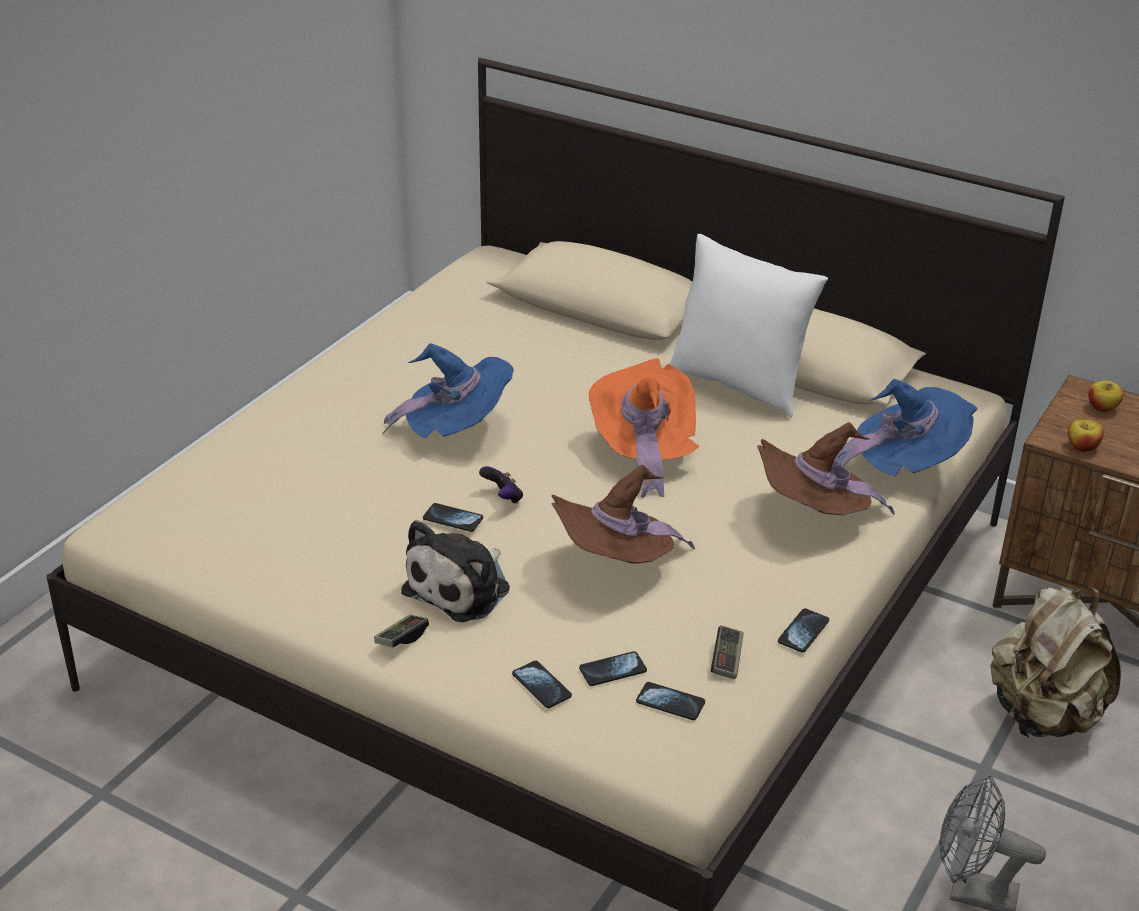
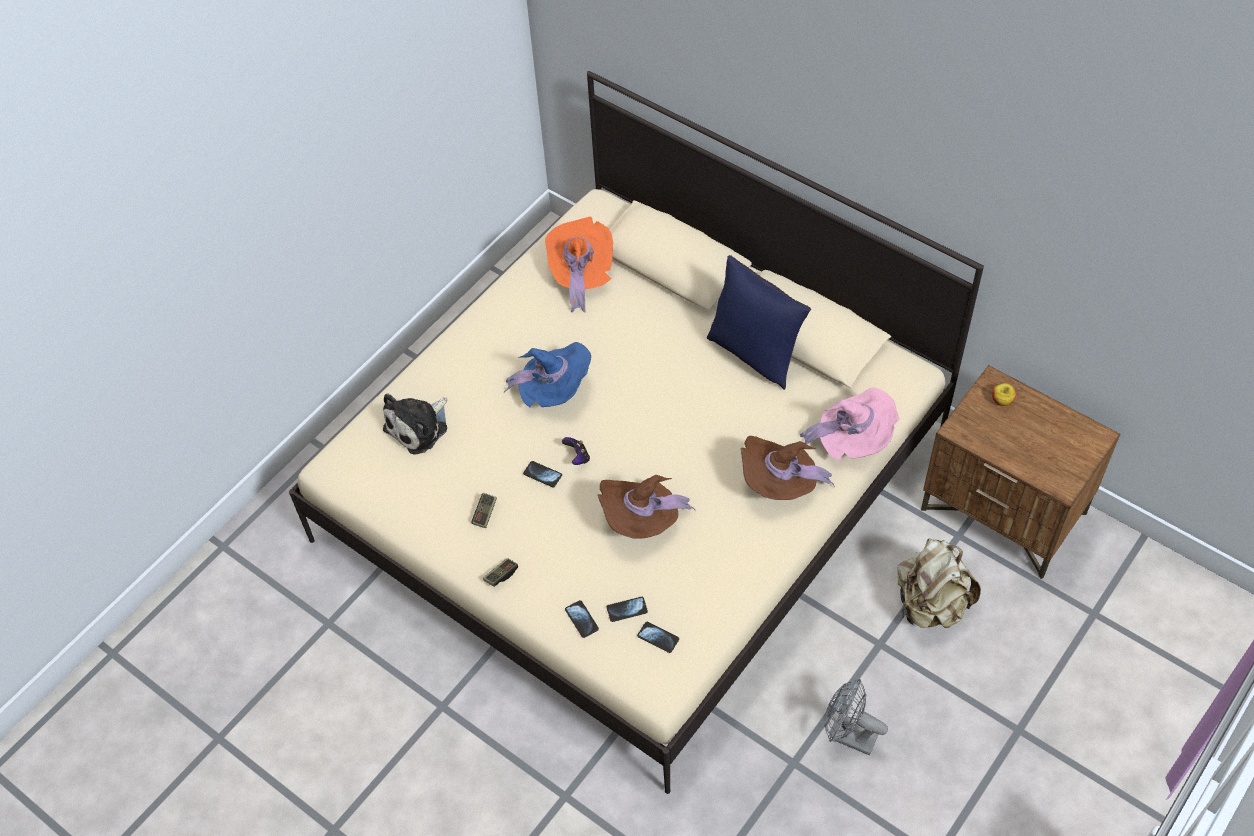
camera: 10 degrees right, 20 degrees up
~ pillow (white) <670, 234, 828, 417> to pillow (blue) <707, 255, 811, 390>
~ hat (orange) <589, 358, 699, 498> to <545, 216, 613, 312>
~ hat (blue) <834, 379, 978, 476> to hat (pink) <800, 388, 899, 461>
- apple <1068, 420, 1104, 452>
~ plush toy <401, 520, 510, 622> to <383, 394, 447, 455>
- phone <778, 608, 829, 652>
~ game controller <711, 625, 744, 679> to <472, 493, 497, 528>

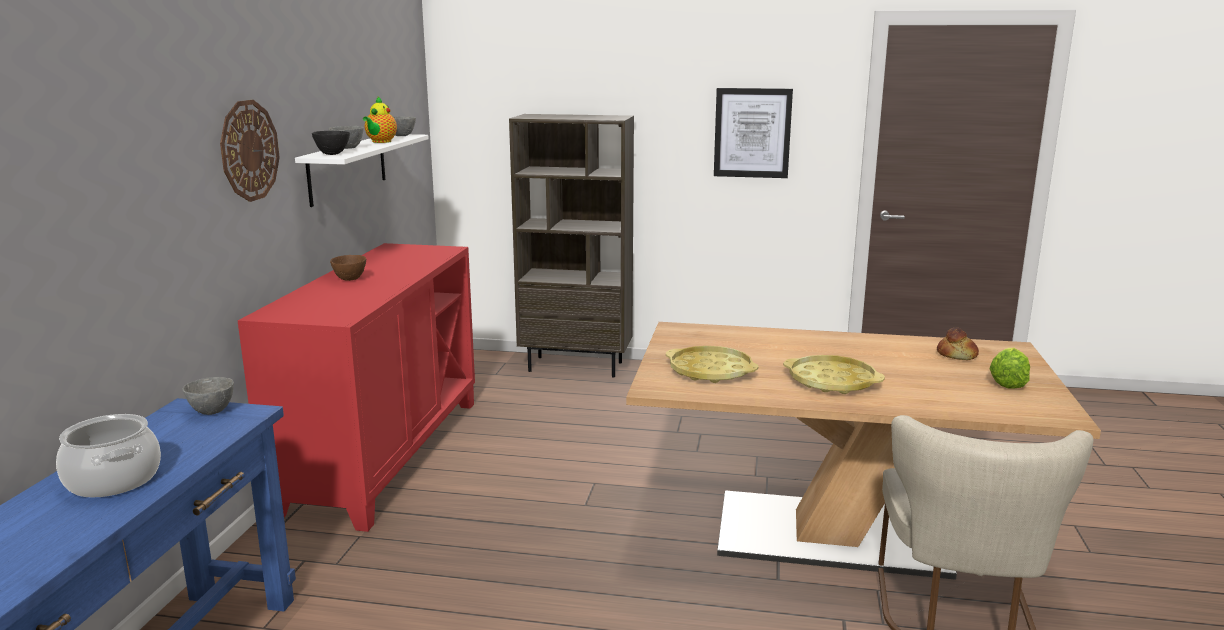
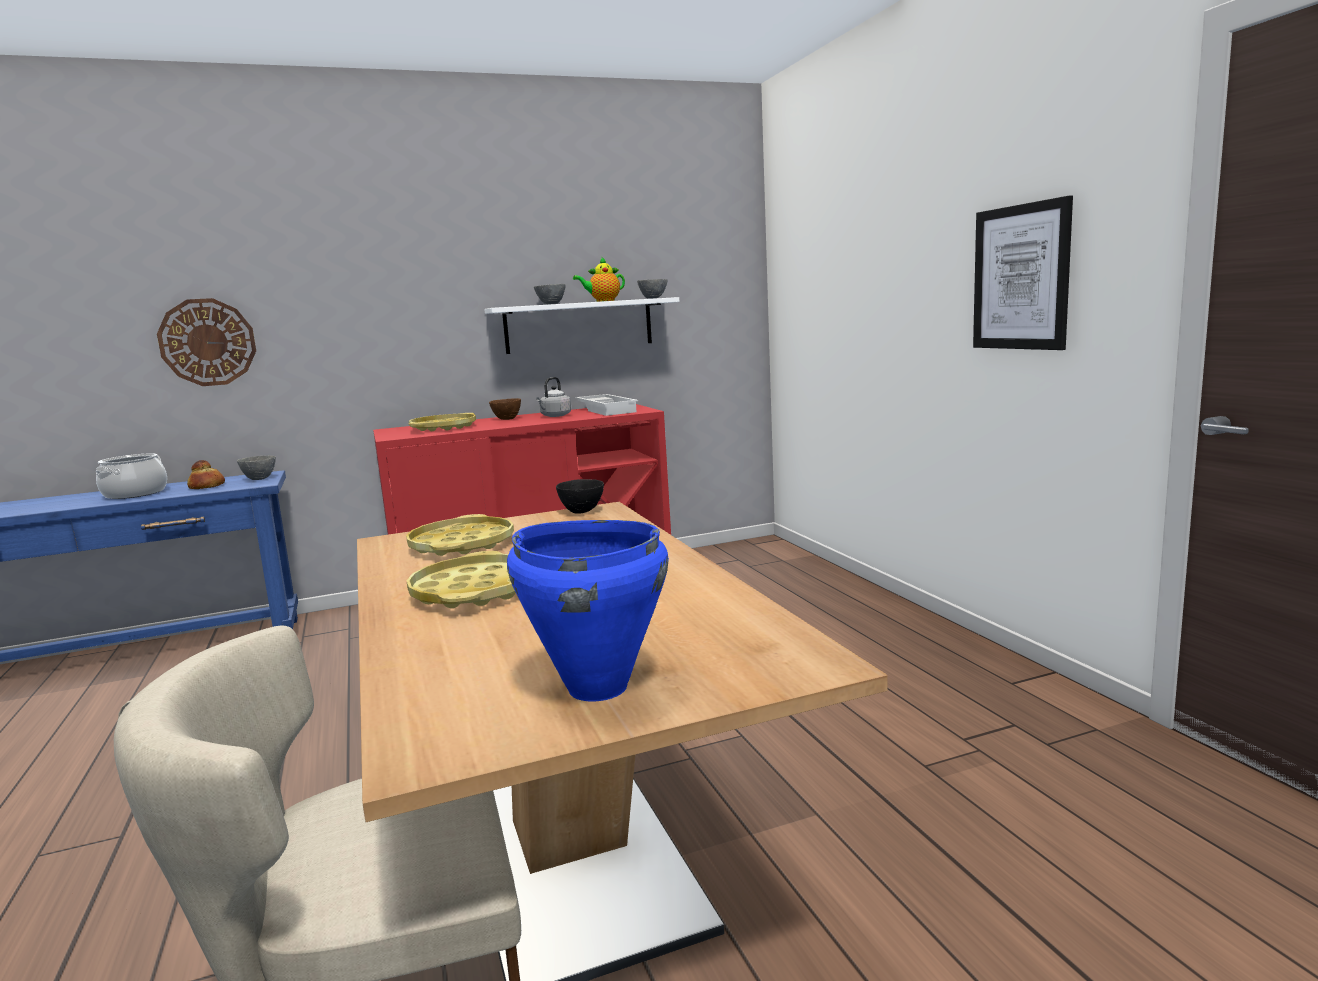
camera: 60 degrees right, 5 degrees down
~ wall clock <220, 100, 280, 202> to <157, 298, 256, 386>
- bookcase (brown) <509, 114, 634, 378>
~ bowl (black) <312, 131, 350, 155> to <556, 479, 604, 514>
~ bread <937, 328, 979, 360> to <187, 460, 225, 489>
~ lettuce <990, 348, 1030, 388> to cooking pot (blue) <507, 520, 669, 701>
+ kettle (grey) <536, 377, 571, 417>
+ tray (white) <575, 394, 638, 416>
+ tray (yellow) <409, 413, 476, 431>

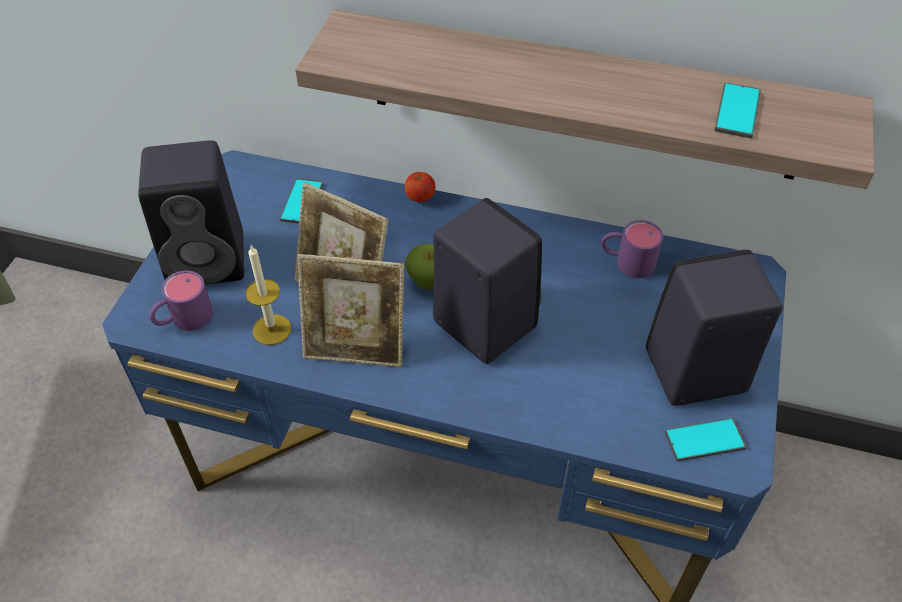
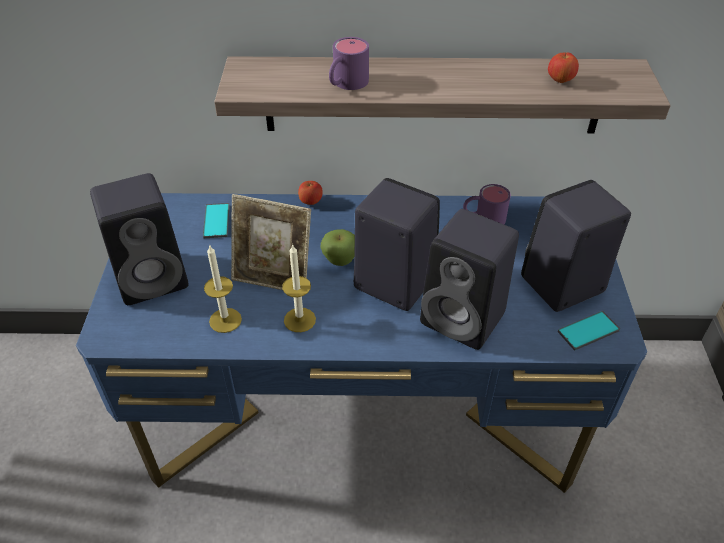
camera: 15 degrees left, 5 degrees down
~ phone <714, 83, 761, 138> to apple <548, 52, 579, 83>
~ picture frame <297, 254, 404, 367> to candle <282, 244, 316, 332>
~ mug (purple) <149, 270, 213, 331> to <329, 37, 369, 90>
+ speaker (black) <420, 209, 519, 350>

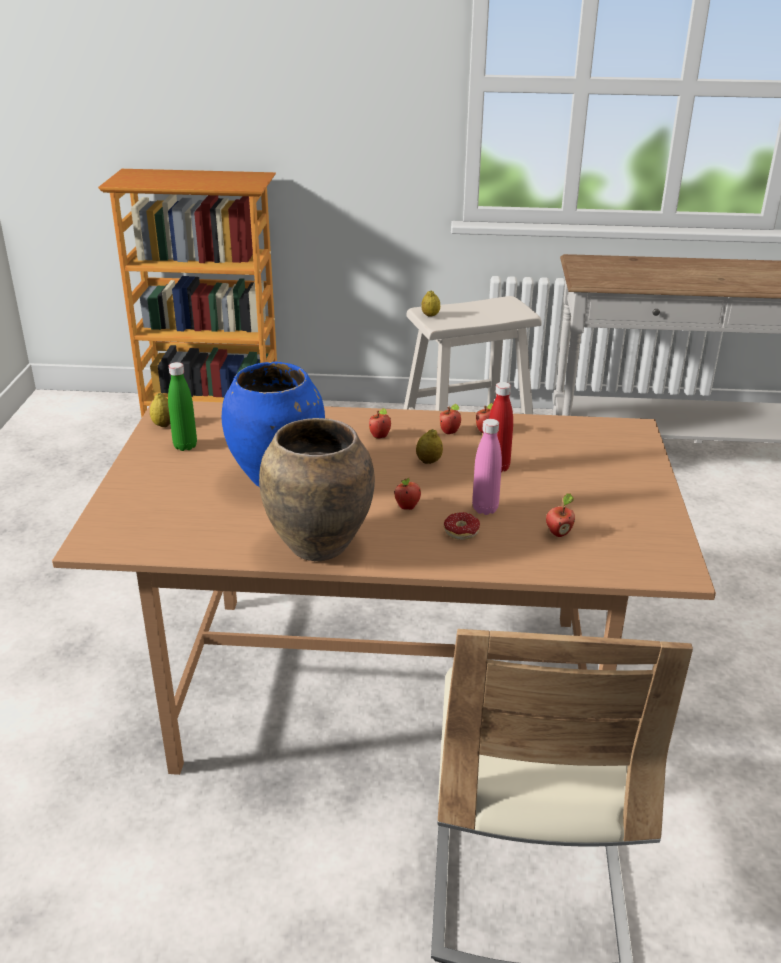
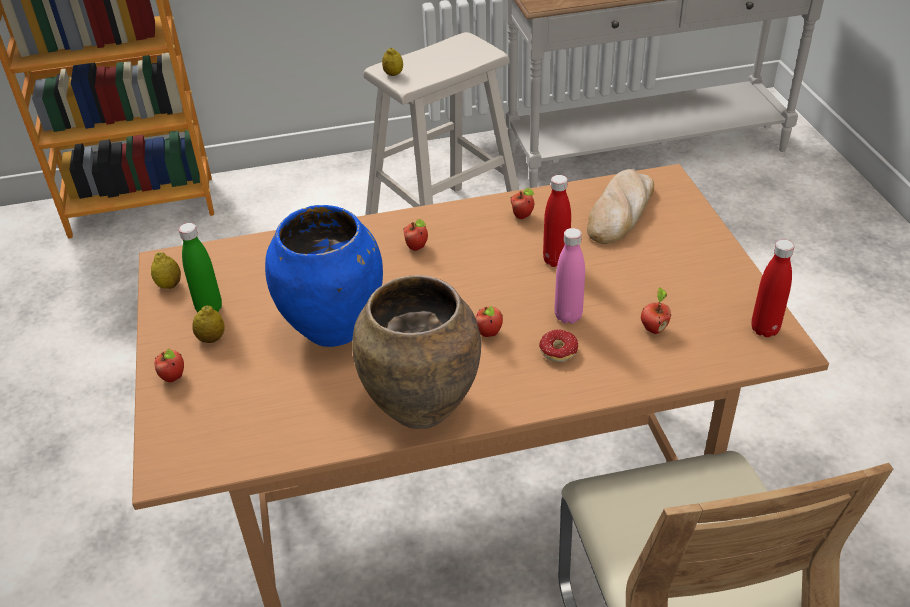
camera: 15 degrees left, 10 degrees up
~ apple <440, 404, 461, 434> to <155, 349, 184, 382>
~ lemon <416, 429, 443, 464> to <192, 306, 225, 343>
+ bread <587, 169, 654, 244>
+ bottle (red) <751, 240, 794, 337>

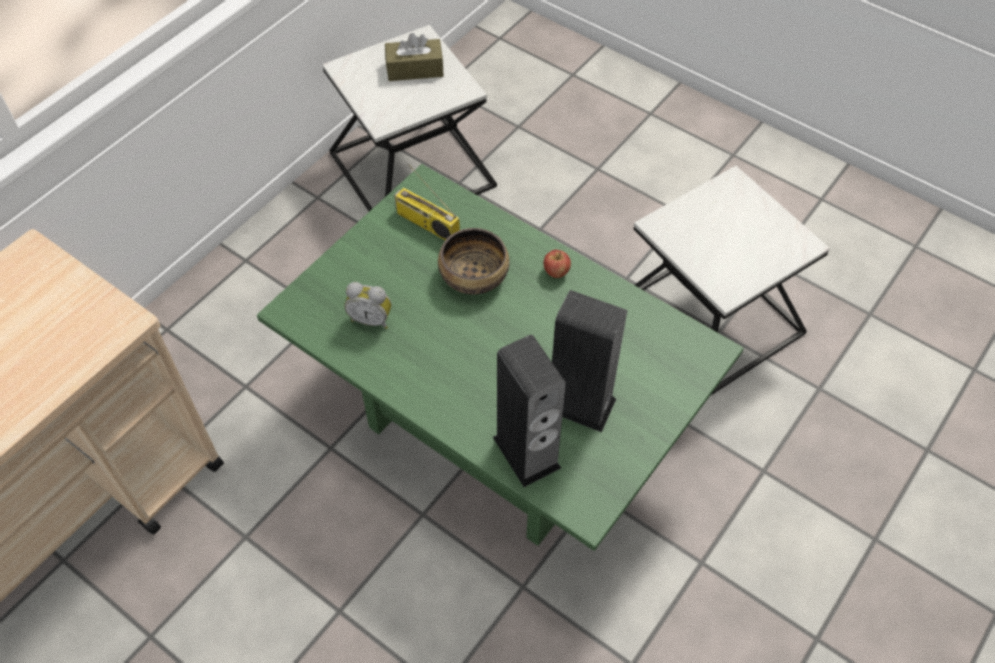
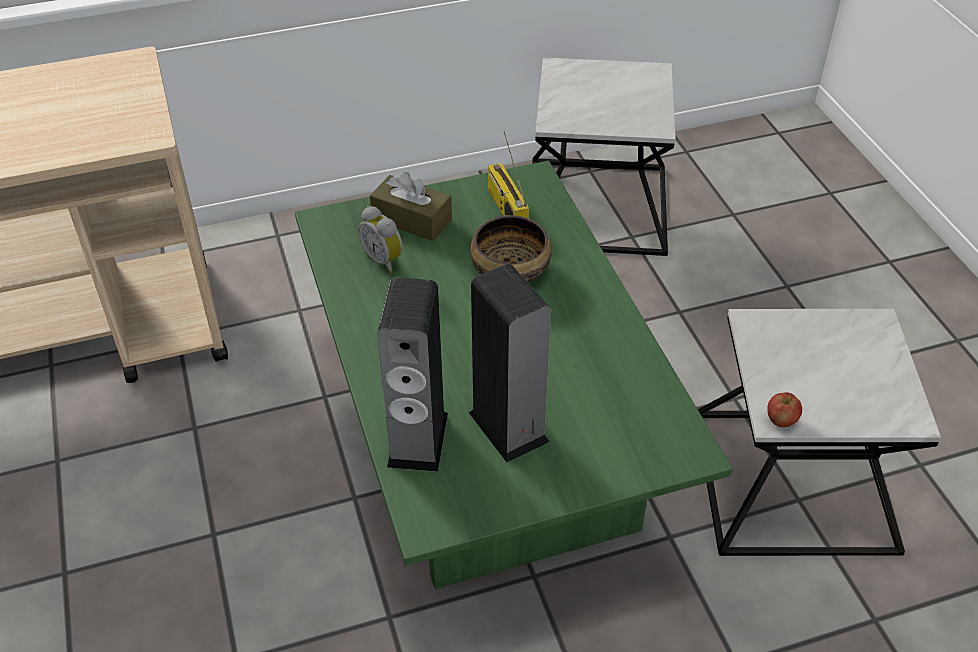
camera: 35 degrees right, 10 degrees down
~ tissue box (brown) <385, 33, 444, 81> to <370, 172, 452, 241>
~ apple <544, 250, 571, 278> to <767, 392, 802, 427>

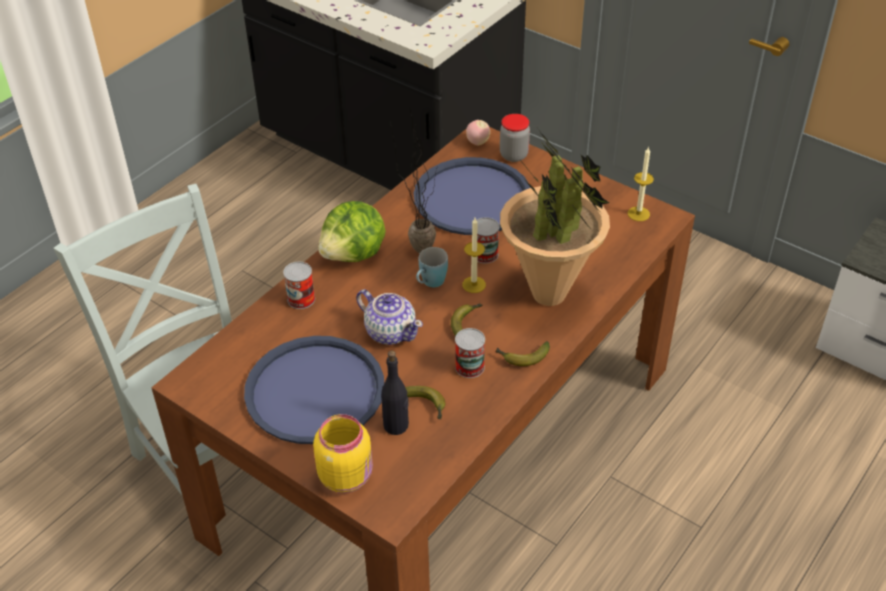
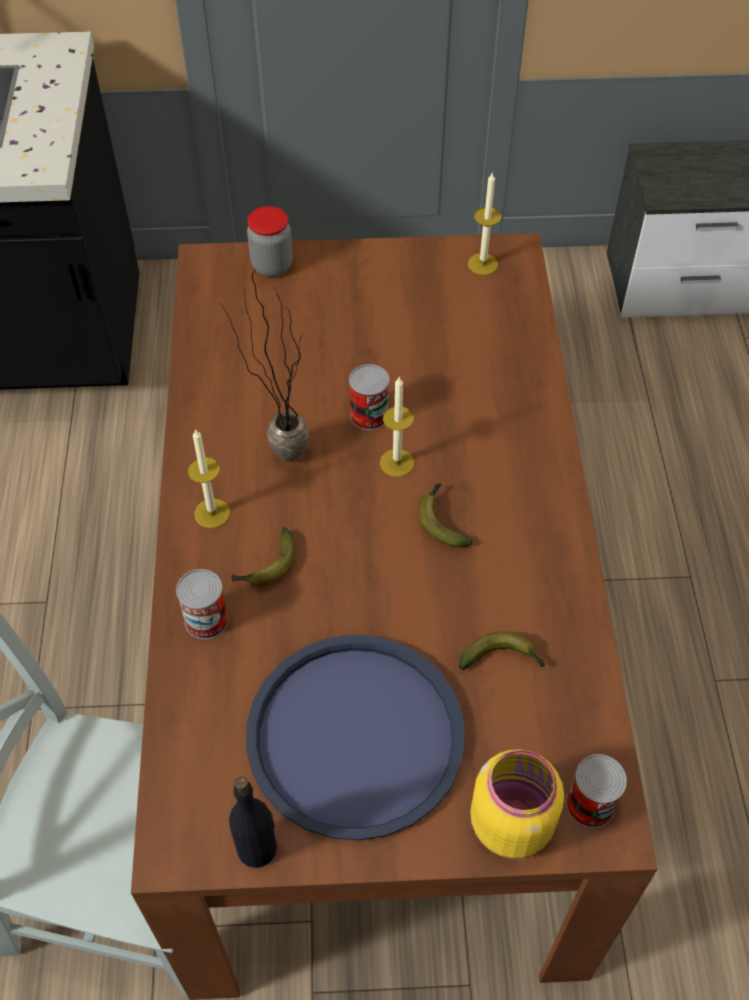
camera: 40 degrees left, 10 degrees up
- apple <466, 120, 490, 145>
- potted plant <500, 125, 610, 306>
- tray (blue) <414, 157, 531, 235>
~ lettuce <318, 201, 386, 262> to candle <188, 429, 230, 528>
- mug (blue) <416, 247, 448, 287>
- teapot <356, 289, 423, 345>
~ can <455, 328, 485, 378> to <566, 754, 627, 828>
~ banana <495, 341, 550, 366> to <231, 527, 295, 586>
~ bottle (black) <381, 350, 409, 435> to <229, 776, 277, 868>

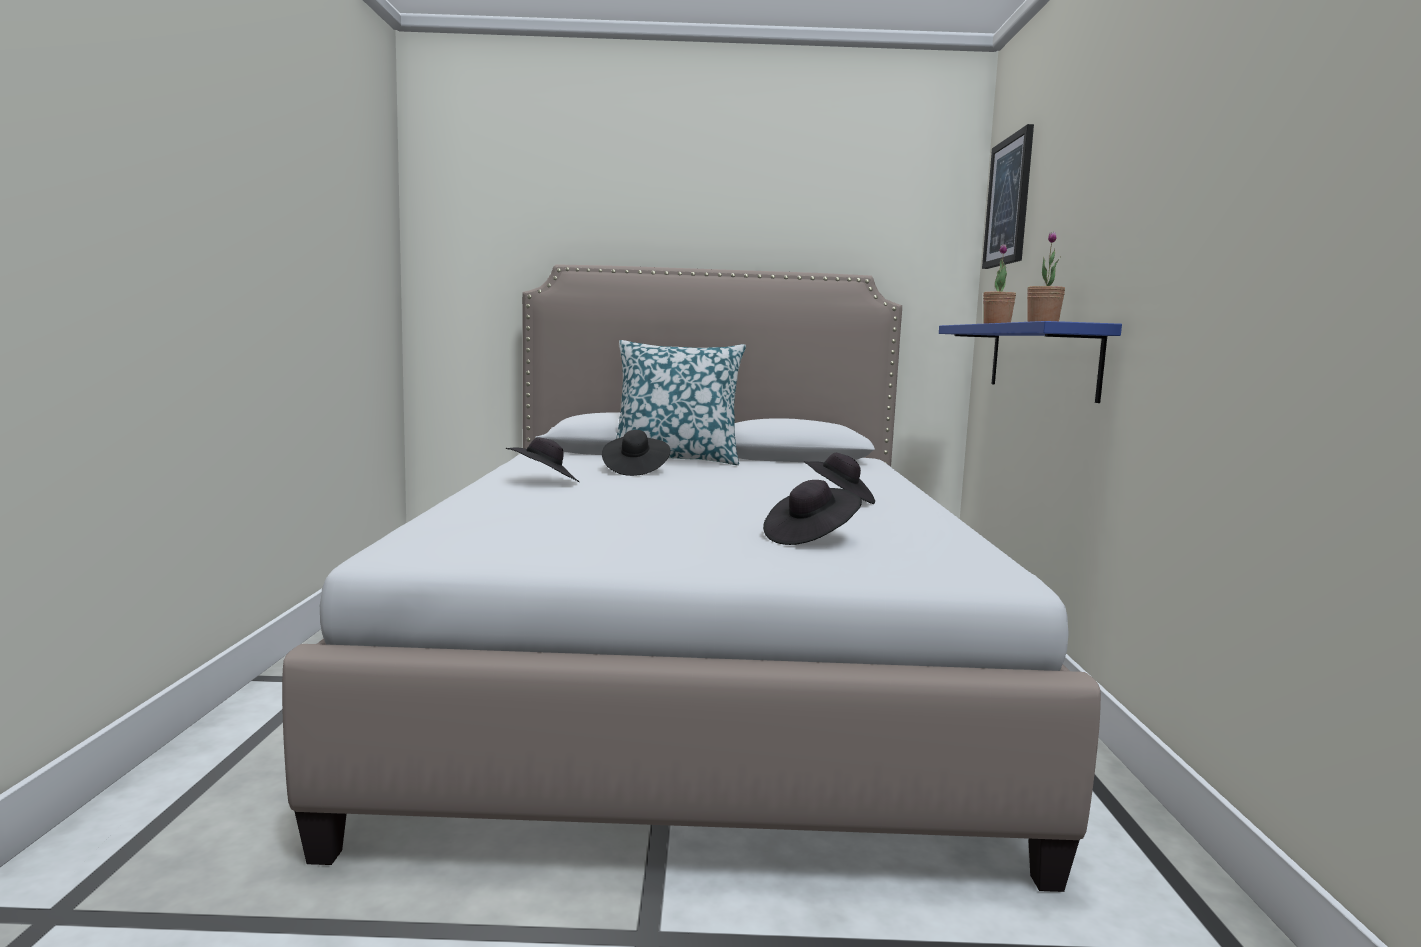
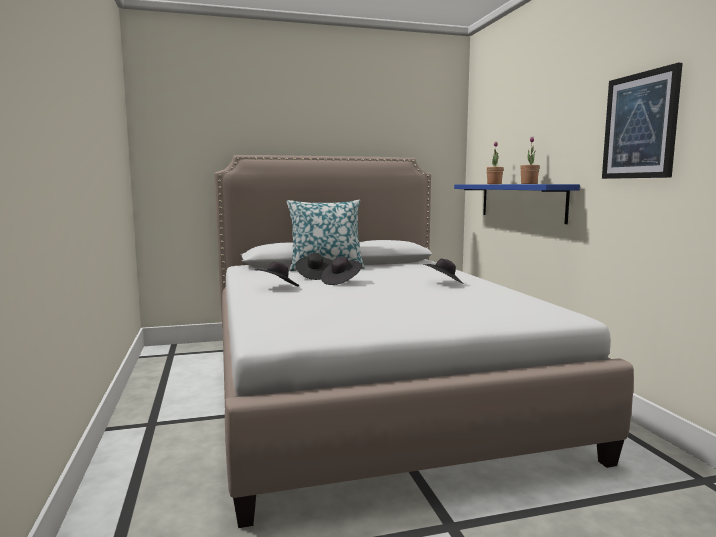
camera: 15 degrees left, 0 degrees up
~ picture <982, 124, 1034, 269> to <602, 63, 683, 179>
~ hat (black) <763, 480, 862, 545> to <321, 257, 362, 285>

